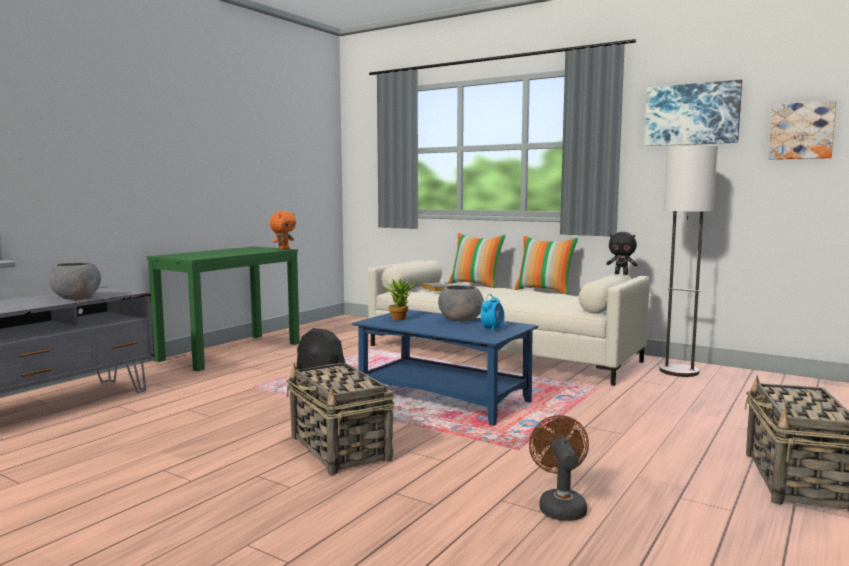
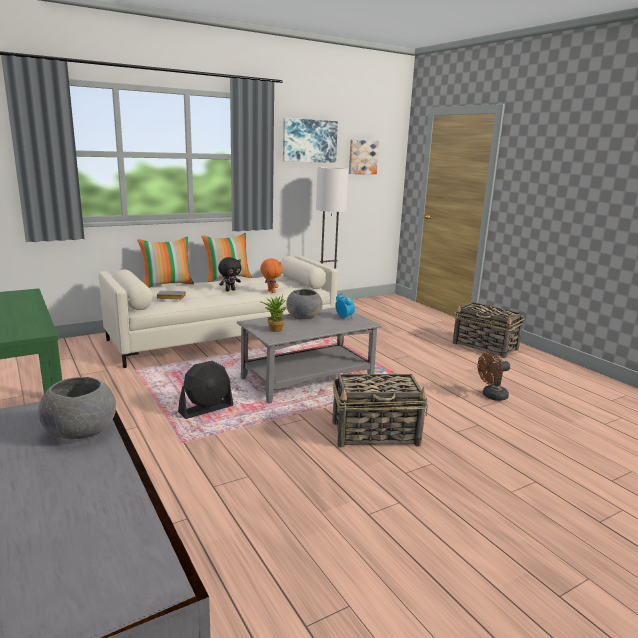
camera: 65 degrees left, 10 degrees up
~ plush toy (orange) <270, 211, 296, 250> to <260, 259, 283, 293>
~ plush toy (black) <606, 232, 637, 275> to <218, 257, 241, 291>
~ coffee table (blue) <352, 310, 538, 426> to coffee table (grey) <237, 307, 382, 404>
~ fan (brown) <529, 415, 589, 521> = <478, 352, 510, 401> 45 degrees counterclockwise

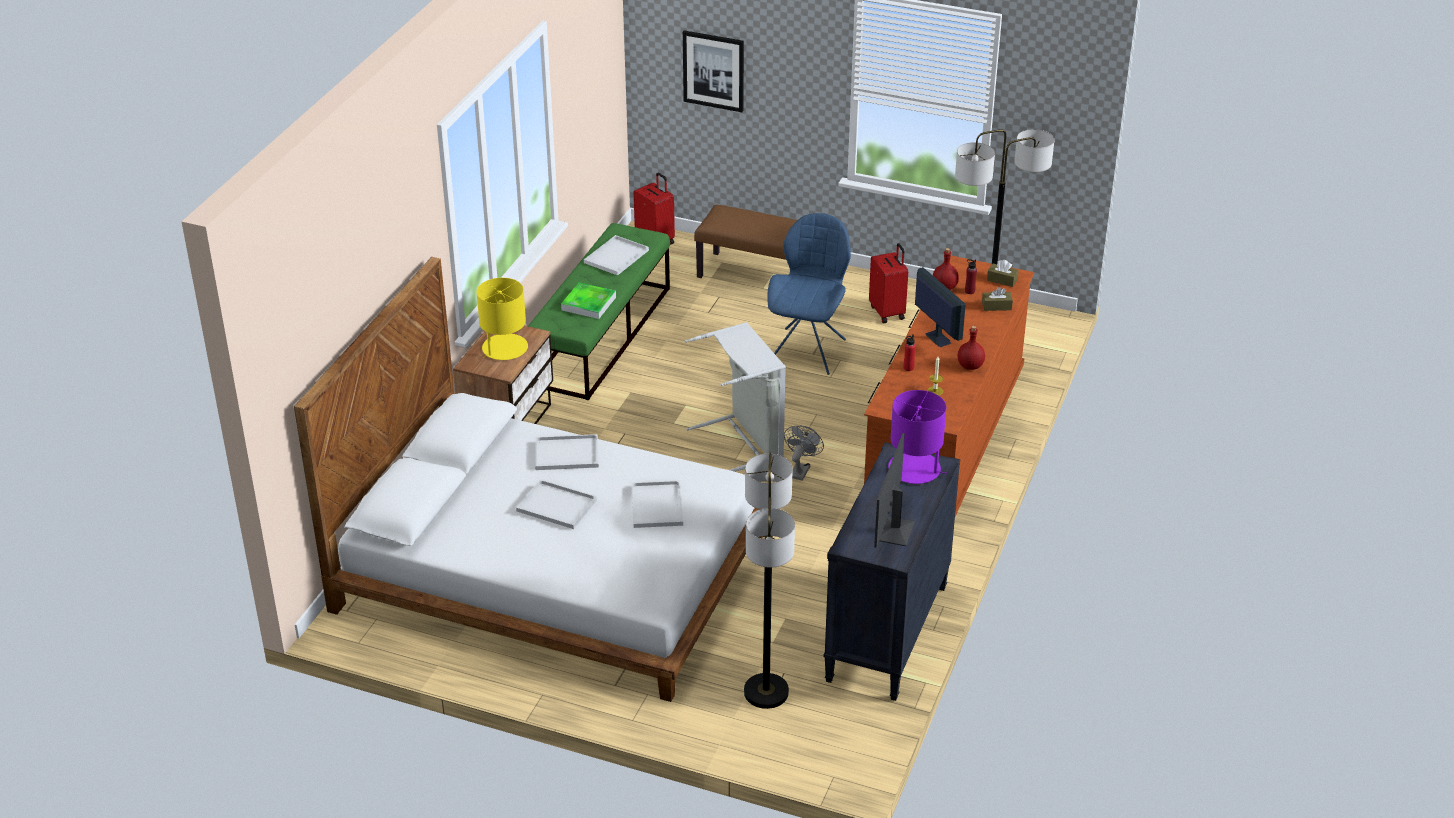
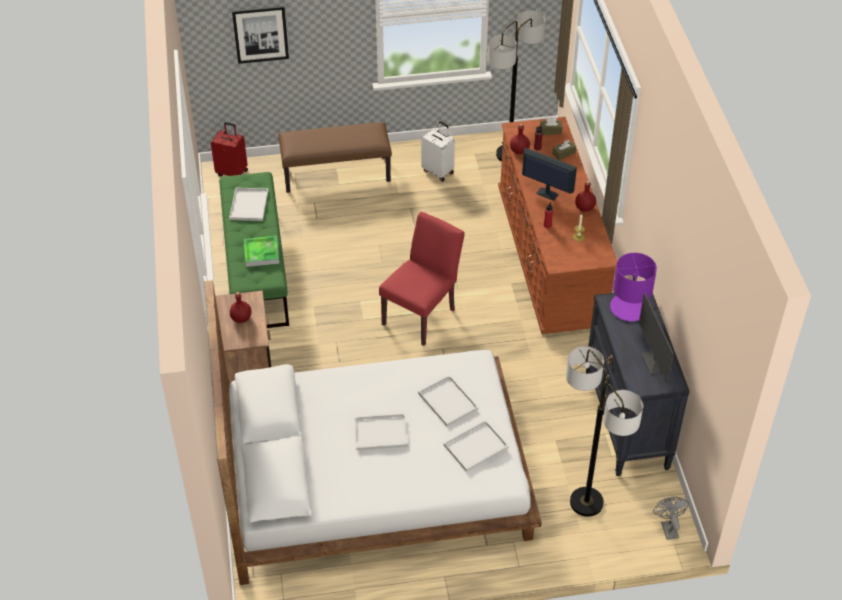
camera: 30 degrees left, 10 degrees up
- chair (blue) <768, 213, 851, 375>
~ suitcase (red) <869, 243, 908, 323> to suitcase (white) <421, 121, 455, 181>
~ table lamp (yellow) <477, 278, 528, 360> to bottle (red) <230, 292, 251, 323>
~ laundry basket (grey) <685, 322, 786, 472> to chair (red) <379, 212, 465, 346>
~ fan (grey) <784, 426, 824, 481> to <653, 497, 689, 540>
~ tray (white) <535, 434, 599, 470> to <444, 420, 509, 472>

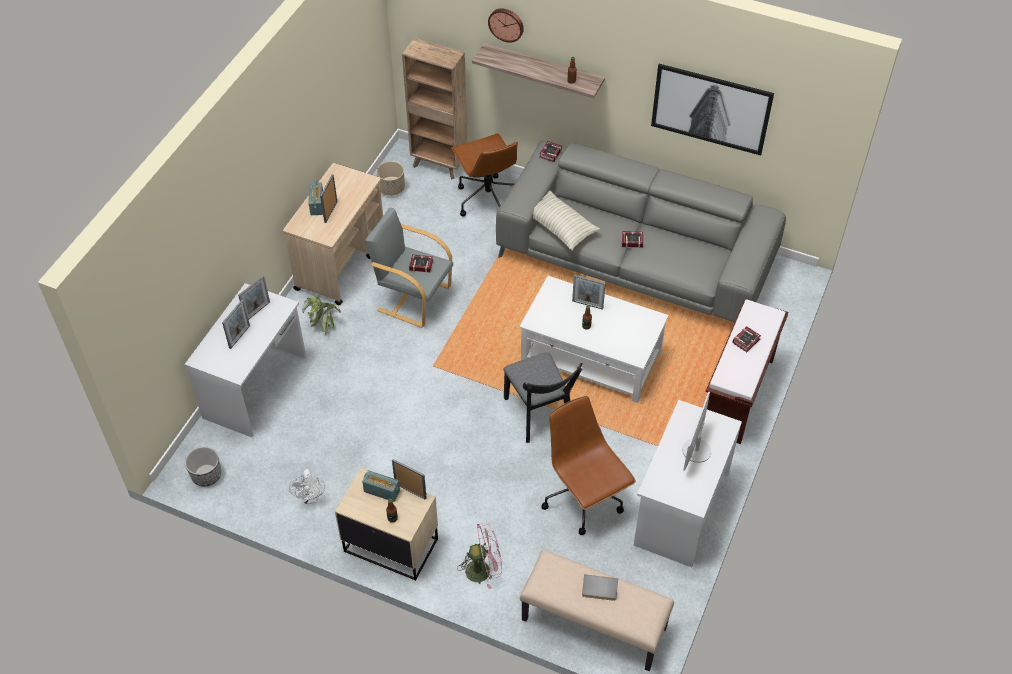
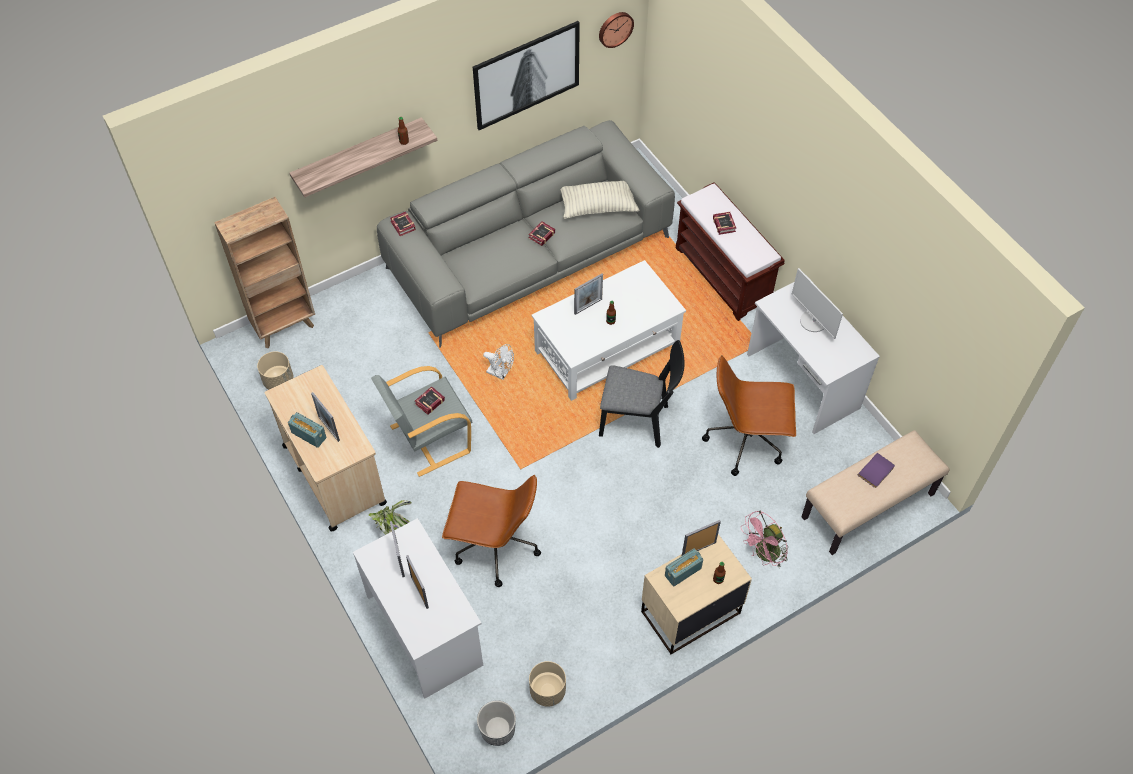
camera: 55 degrees left, 5 degrees up
~ wall clock <488, 9, 524, 43> to <599, 12, 634, 48>
~ office chair (brown) <451, 134, 518, 217> to <442, 475, 541, 587>
~ pillow <533, 191, 600, 251> to <560, 181, 640, 219>
~ fan (white) <289, 469, 325, 504> to <483, 344, 514, 380>
~ fan (pink) <457, 523, 502, 590> = <741, 511, 788, 567> 150 degrees counterclockwise
~ book (grey) <582, 574, 618, 601> to book (purple) <858, 453, 895, 488>
+ planter (beige) <529, 661, 566, 707>

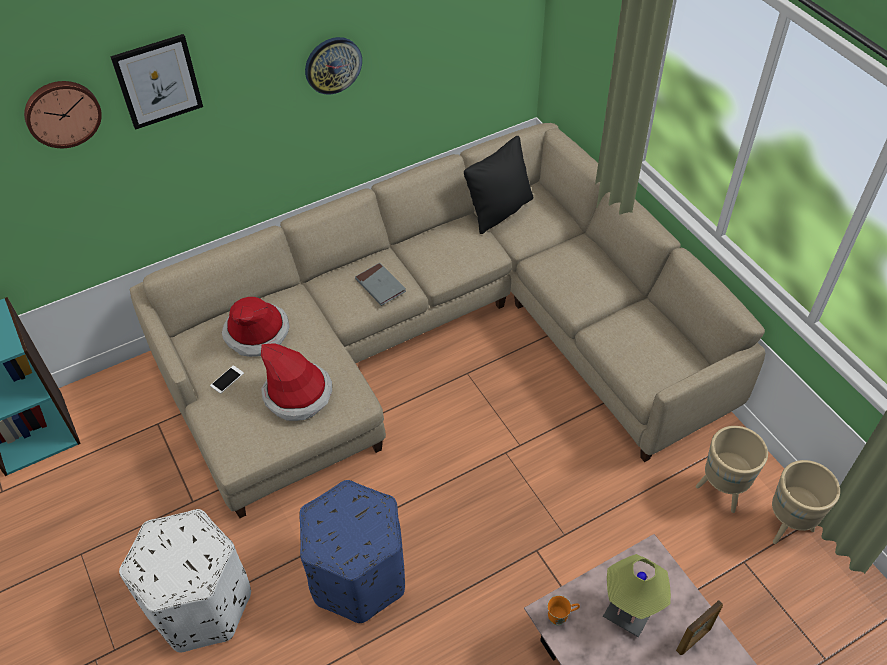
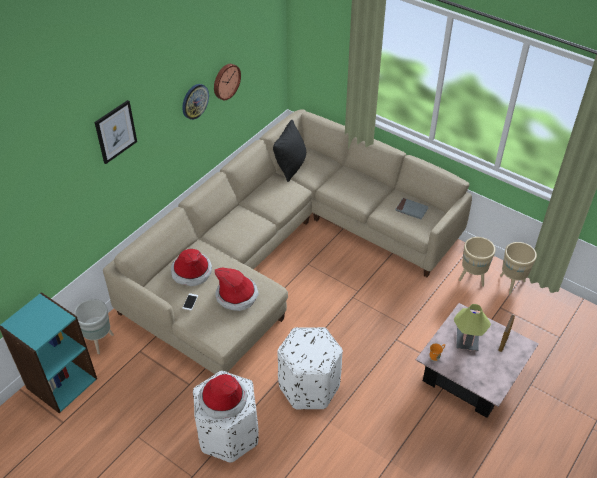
camera: 25 degrees left, 5 degrees down
~ wall clock <24, 81, 102, 148> to <214, 64, 241, 100>
~ book (grey) <355, 263, 406, 306> to <395, 198, 429, 219>
~ ottoman (blue) <299, 480, 405, 623> to ottoman (white) <277, 327, 343, 410>
+ planter (grey) <74, 299, 114, 354>
+ hat <198, 374, 247, 419>

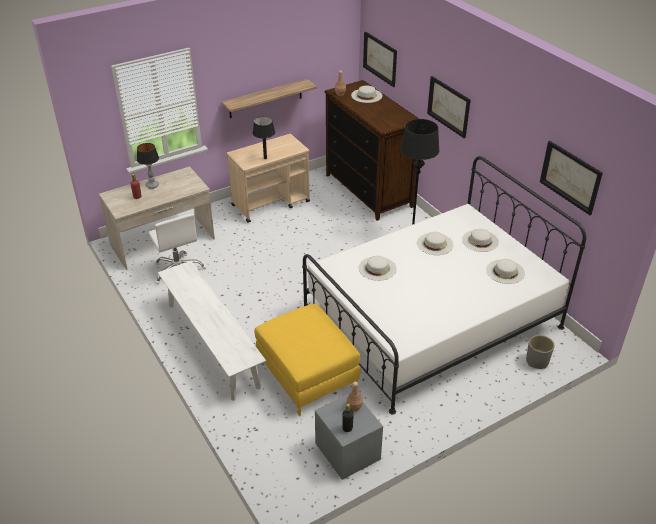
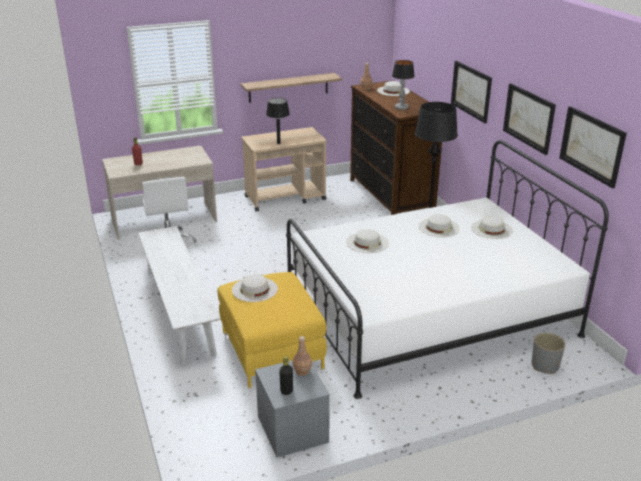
camera: 10 degrees right, 10 degrees down
~ picture <363, 32, 397, 87> to <503, 83, 556, 155>
~ table lamp <137, 143, 159, 189> to <392, 60, 415, 110>
~ hat (white) <486, 259, 525, 284> to <232, 274, 278, 302>

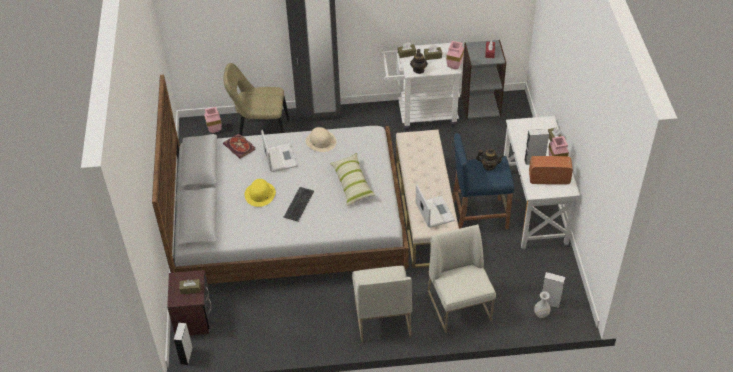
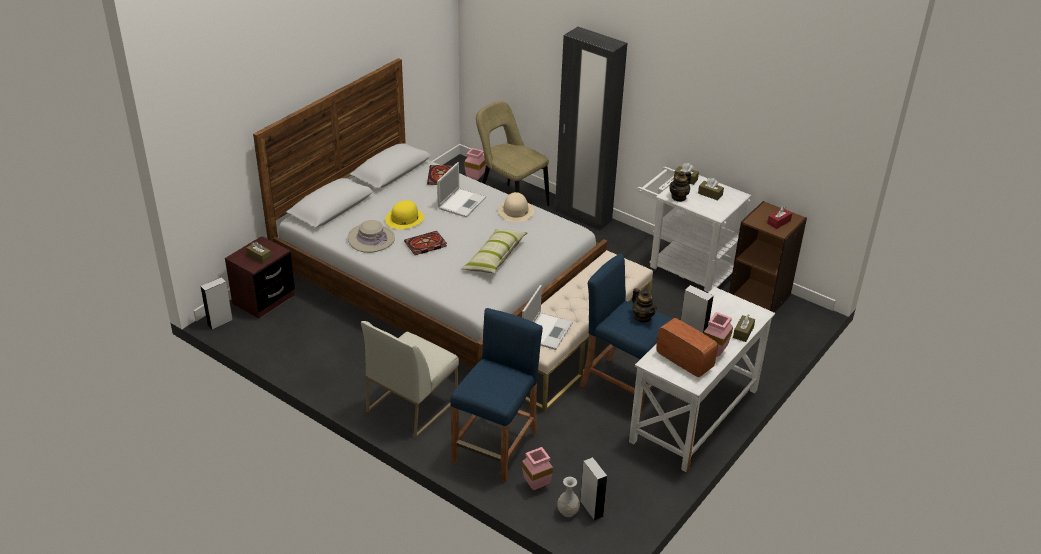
camera: 40 degrees right, 10 degrees down
~ bookcase (grey) <461, 40, 506, 119> to bookcase (brown) <729, 201, 807, 313>
~ vase (pink) <446, 41, 464, 70> to <522, 447, 553, 490>
~ keyboard <284, 187, 314, 222> to book <404, 231, 447, 255>
~ chair (white) <428, 224, 496, 333> to stool (blue) <450, 308, 543, 482>
+ hat (beige) <348, 220, 395, 253>

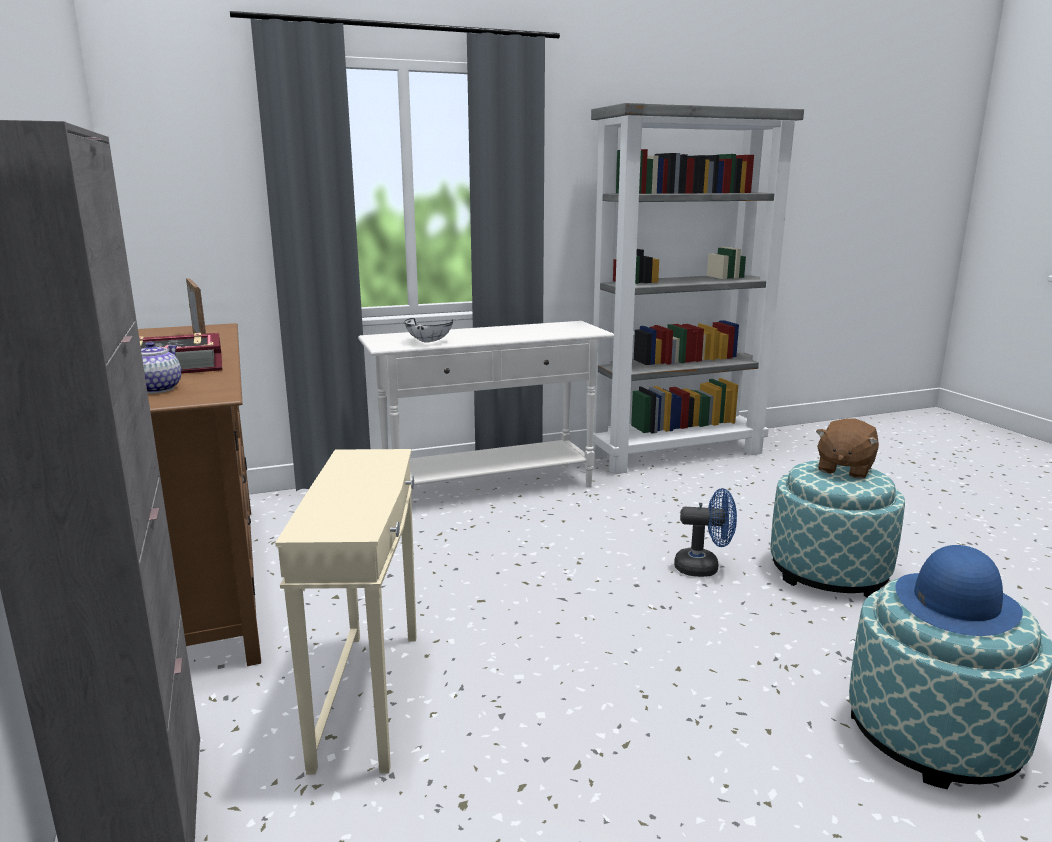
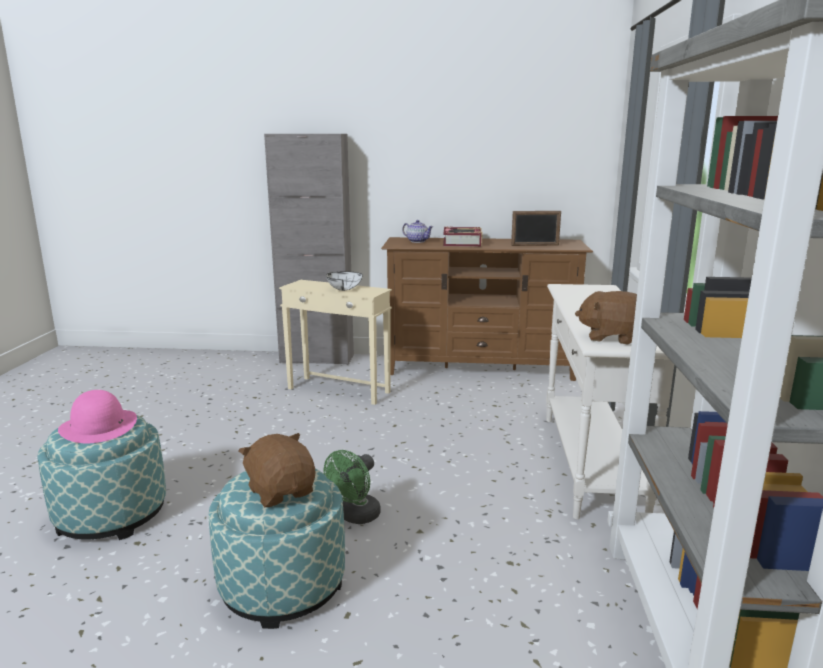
camera: 115 degrees right, 0 degrees up
~ bowl (white) <404, 318, 453, 343> to <326, 271, 363, 291>
~ fan (blue) <674, 488, 737, 577> to fan (green) <324, 450, 381, 524>
~ hat (blue) <896, 545, 1023, 636> to hat (pink) <58, 390, 137, 443>
+ plush toy (brown) <575, 291, 637, 344>

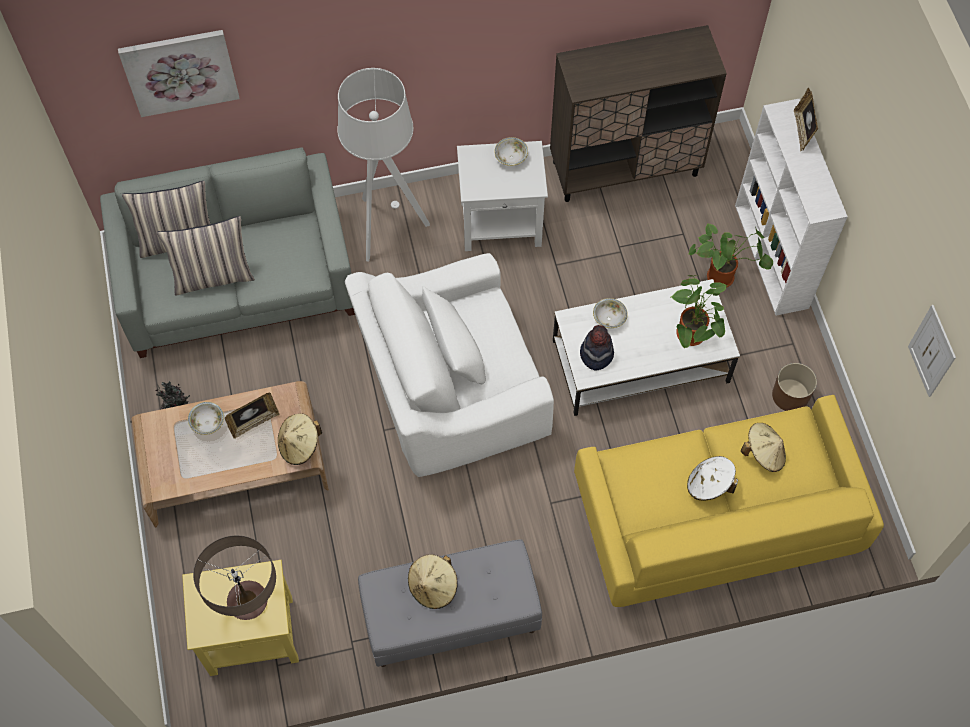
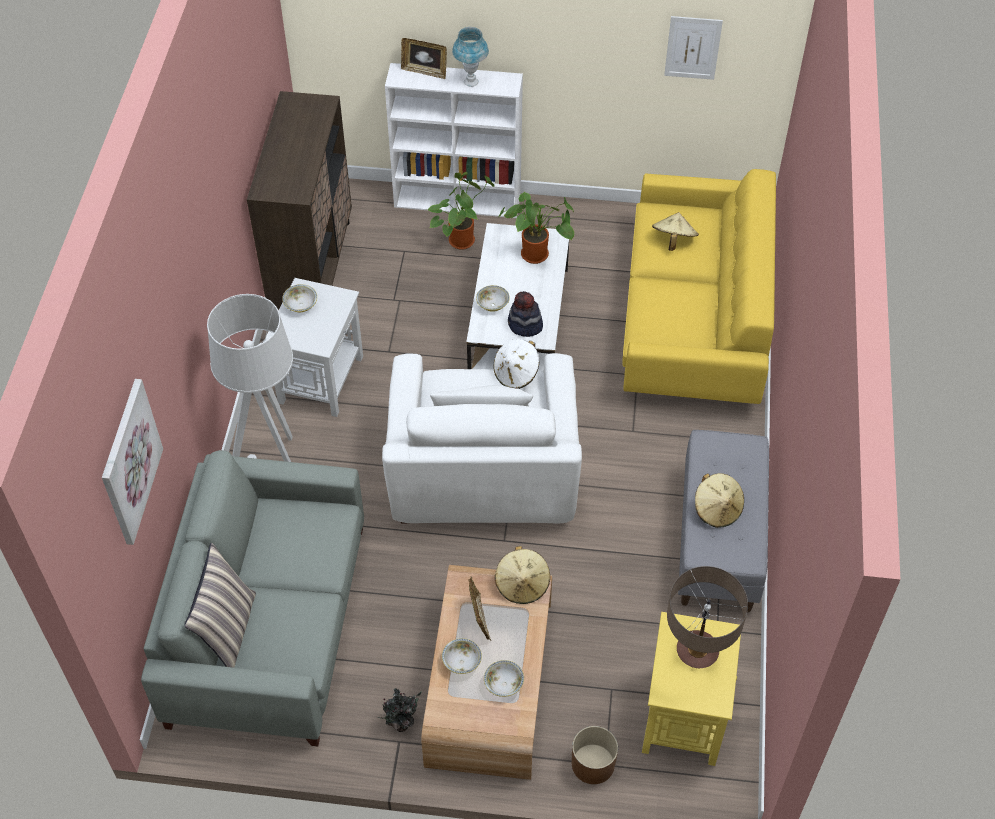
camera: 70 degrees left, 10 degrees down
- pillow <157, 216, 255, 295>
~ planter (brown) <772, 363, 817, 411> to <572, 726, 618, 784>
~ hat (white) <687, 456, 738, 500> to <494, 339, 539, 389>
+ table lamp (blue) <452, 27, 489, 87>
+ bowl <484, 660, 524, 697>

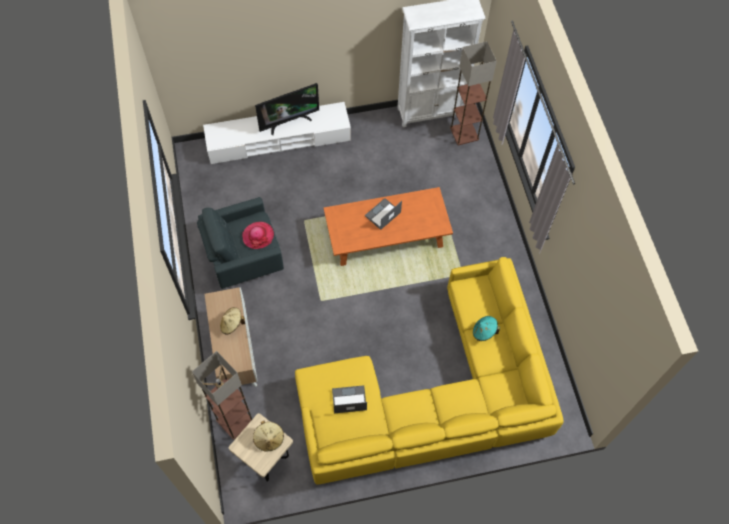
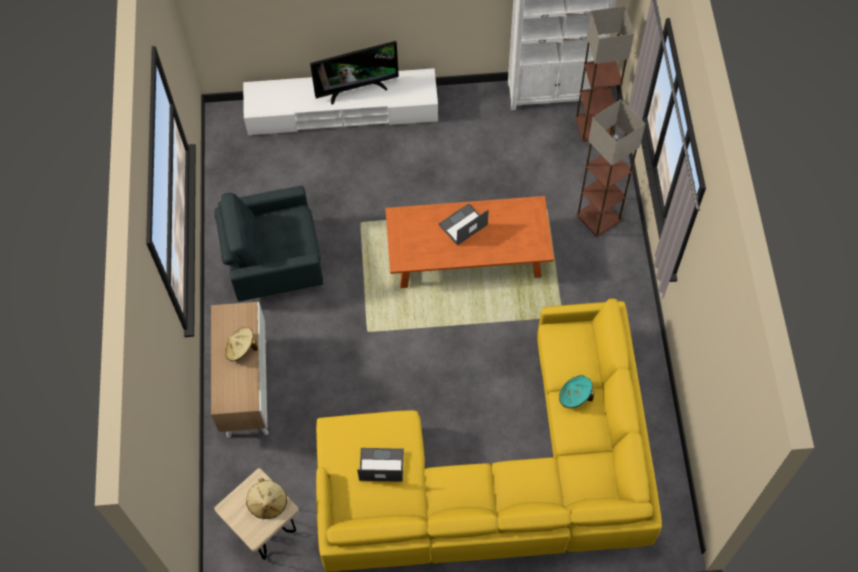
camera: 10 degrees right, 0 degrees up
- hat <242, 222, 274, 249>
~ floor lamp <192, 351, 252, 440> to <576, 99, 645, 237>

